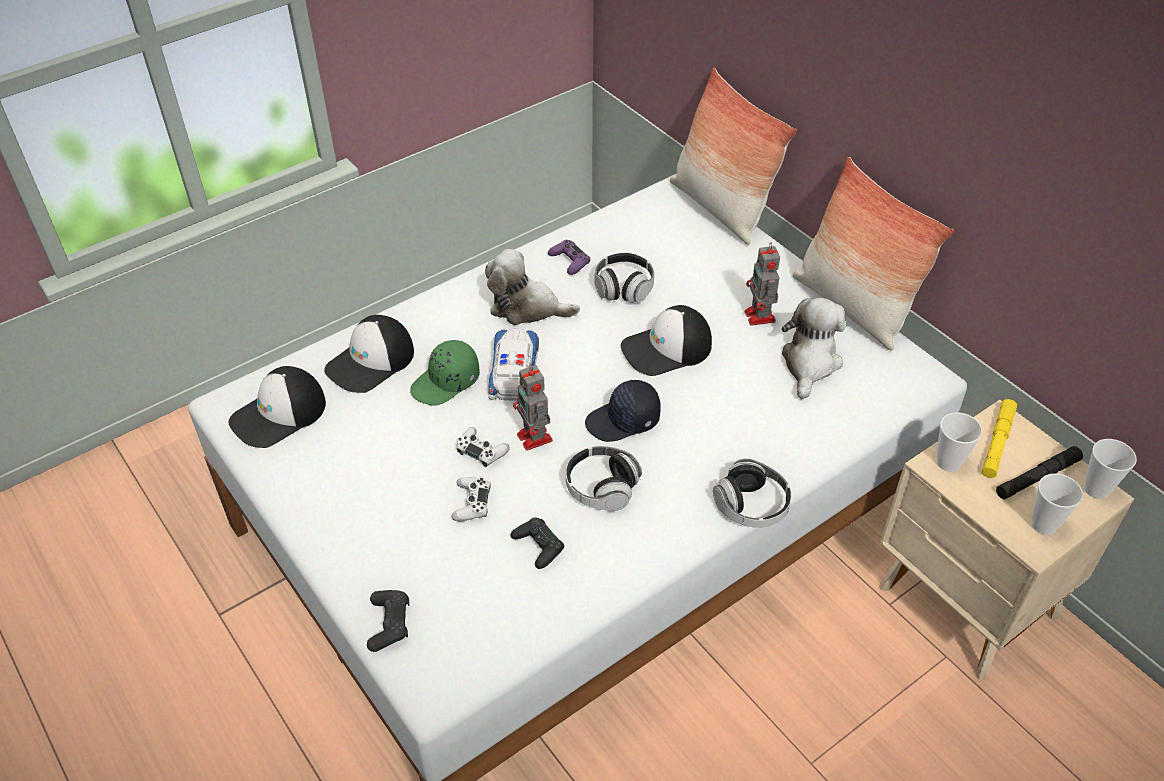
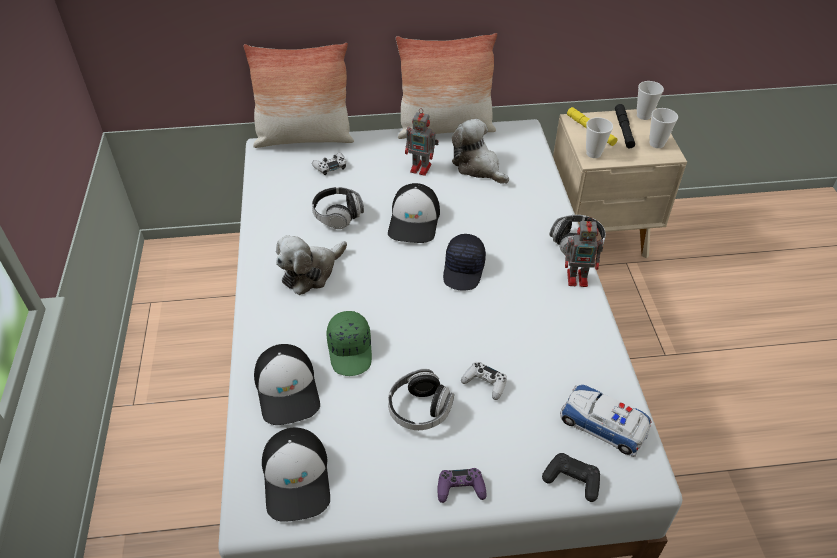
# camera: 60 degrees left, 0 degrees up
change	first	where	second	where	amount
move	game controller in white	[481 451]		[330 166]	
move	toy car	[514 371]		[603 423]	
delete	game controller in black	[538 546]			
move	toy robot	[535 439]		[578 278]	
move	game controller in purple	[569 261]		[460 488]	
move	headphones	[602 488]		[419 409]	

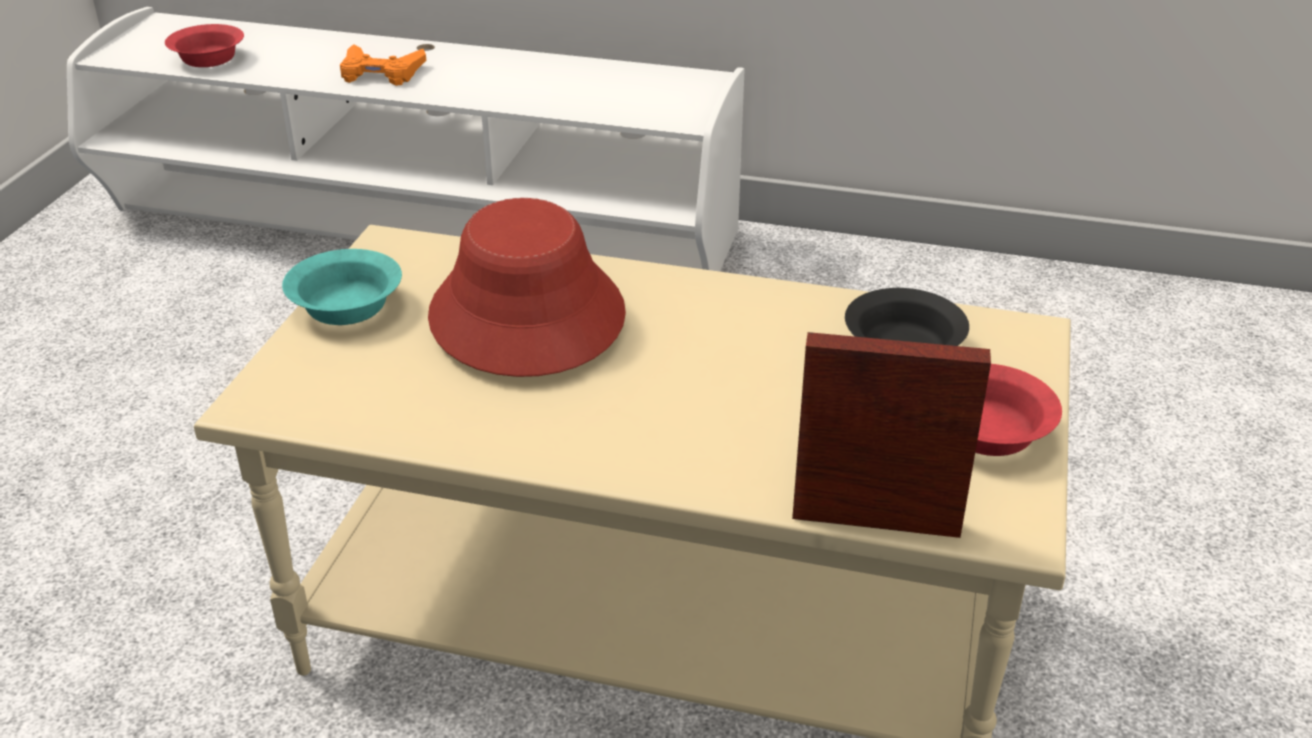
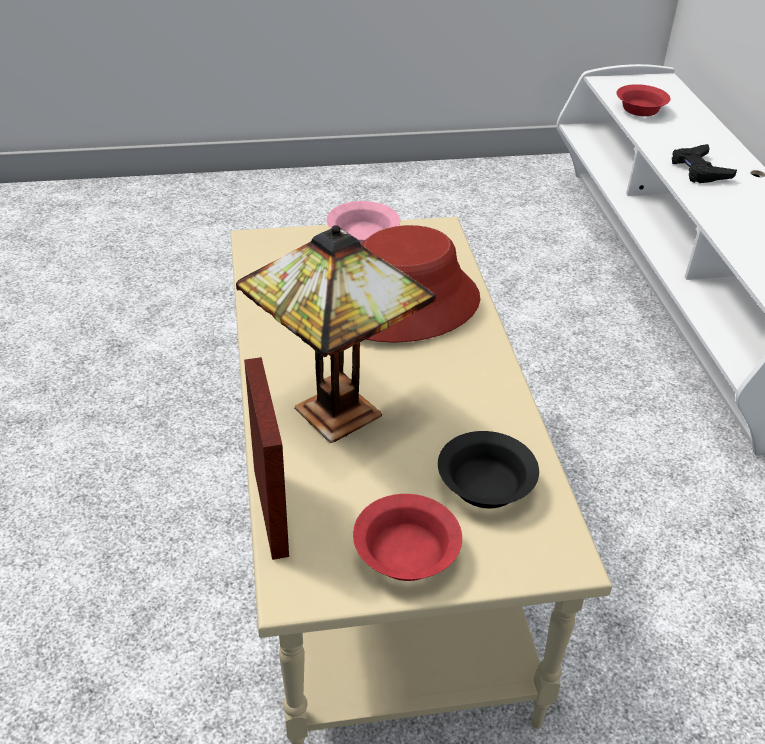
# camera: 65 degrees right, 5 degrees up
change	first	where	second	where	amount
recolor	bowl in turquoise	[346 308]	bowl in pink	[361 238]	
recolor	game controller in orange	[381 73]	game controller in black	[699 170]	
insert			table lamp	[331 411]	

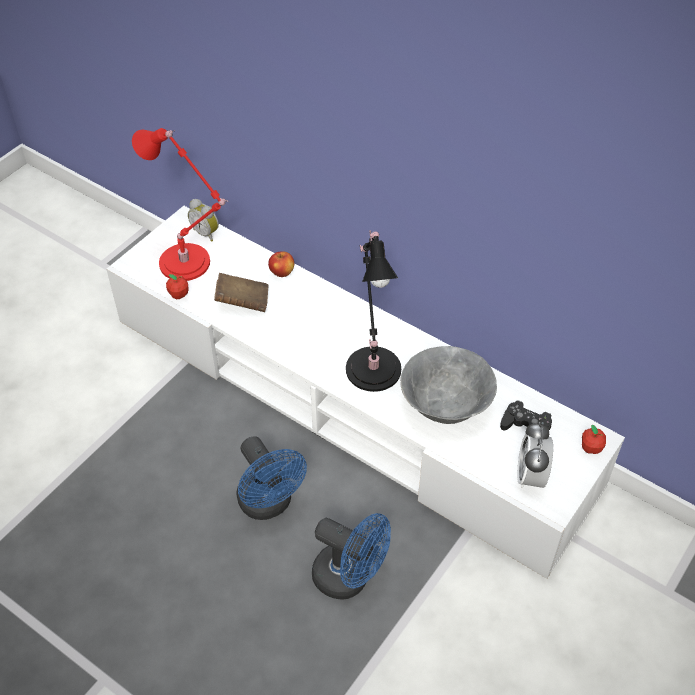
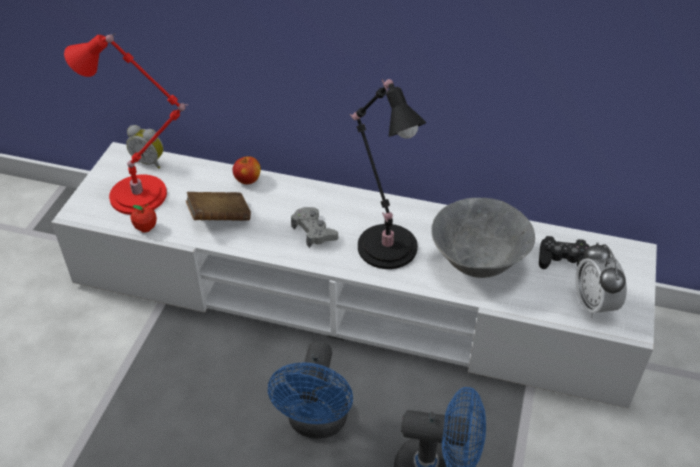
# camera: 20 degrees left, 5 degrees down
change	first	where	second	where	amount
rotate	fan in blue	[269 504]		[316 423]	60 degrees clockwise
delete	apple	[591 448]			
insert			game controller in grey	[314 231]	

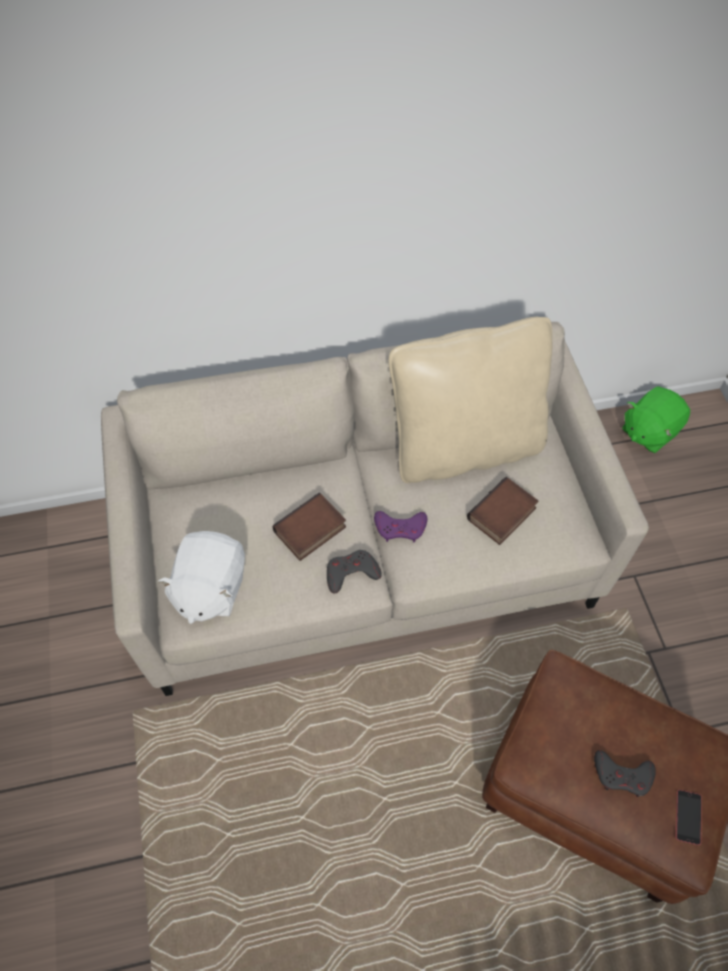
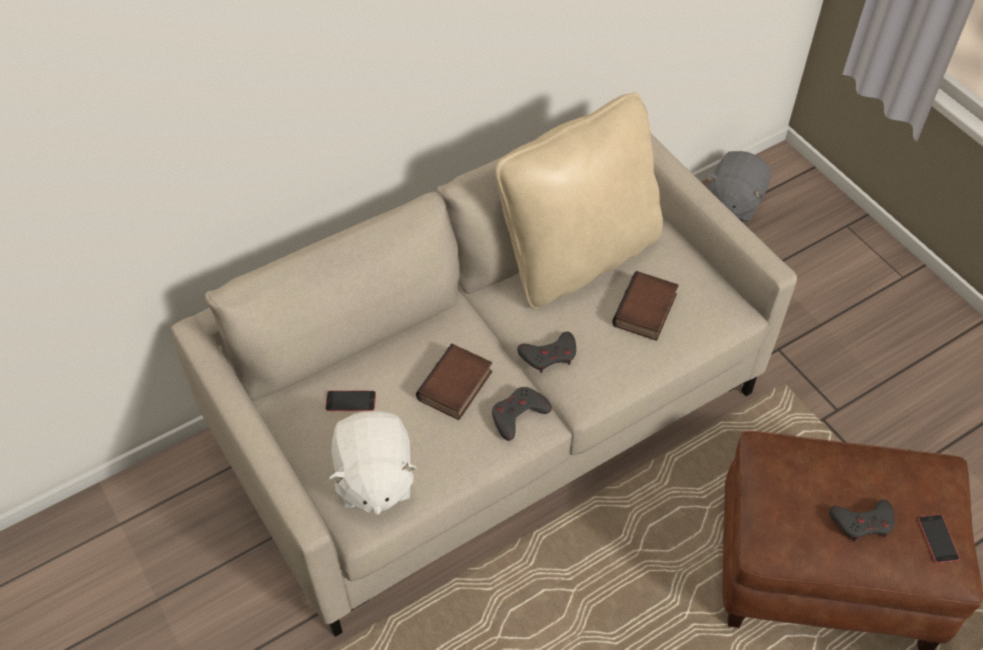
# camera: 20 degrees left, 5 degrees down
change	first	where	second	where	amount
recolor	game controller in purple	[400 528]	game controller in grey	[549 355]	
recolor	plush toy in green	[648 431]	plush toy in grey	[733 202]	
insert			phone	[350 401]	

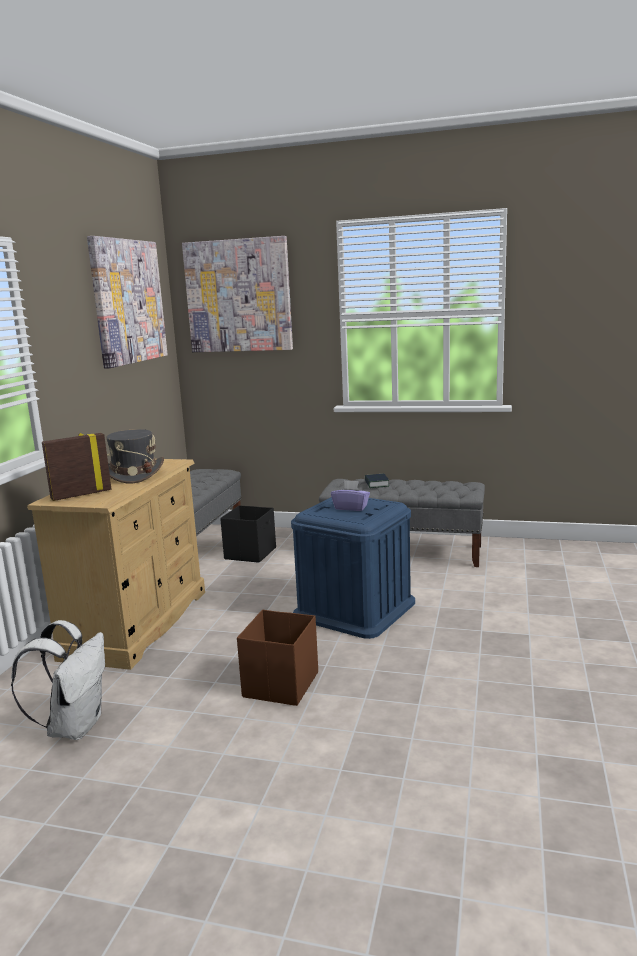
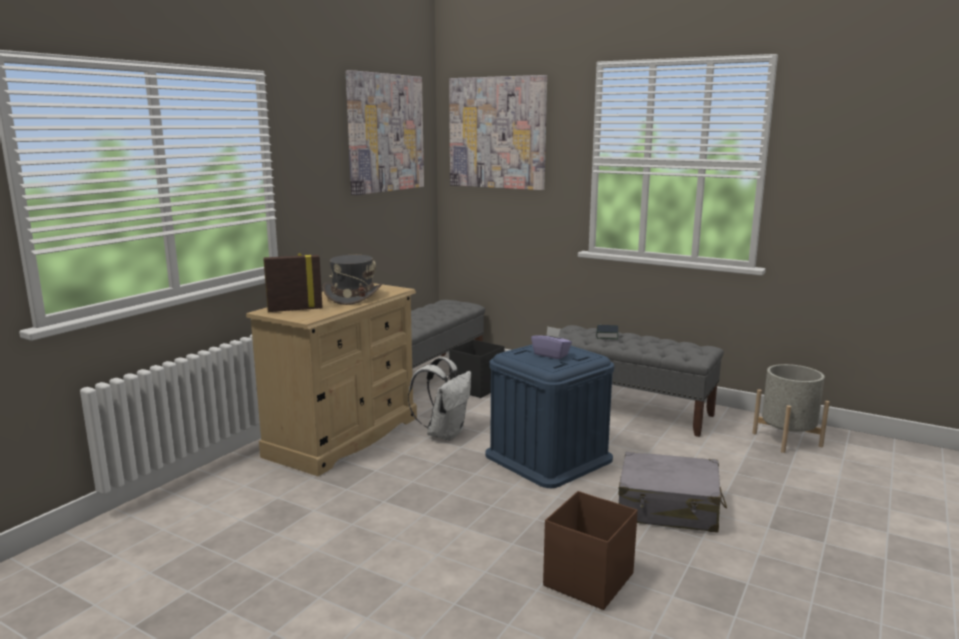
# camera: 15 degrees right, 0 degrees up
change	first	where	second	where	amount
move	backpack in white	[74 726]		[444 433]	
move	storage box in brown	[280 685]		[587 580]	
insert			suitcase in grey	[668 508]	
insert			planter in grey	[787 440]	

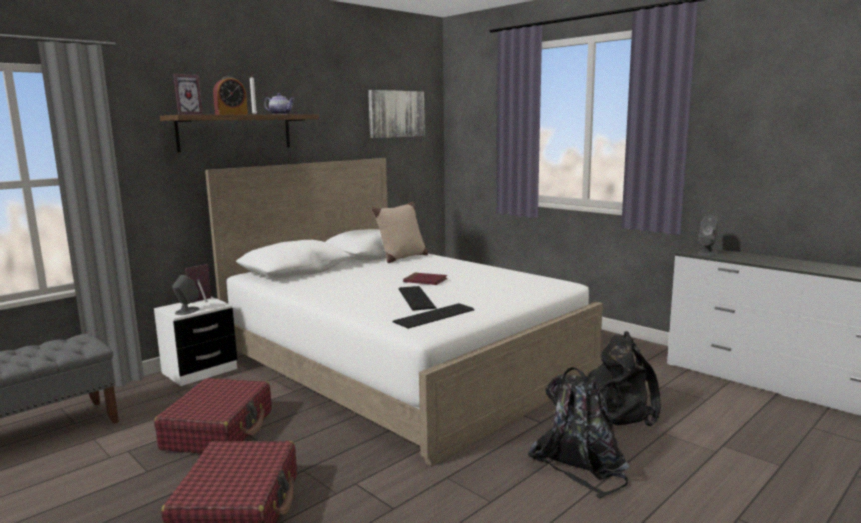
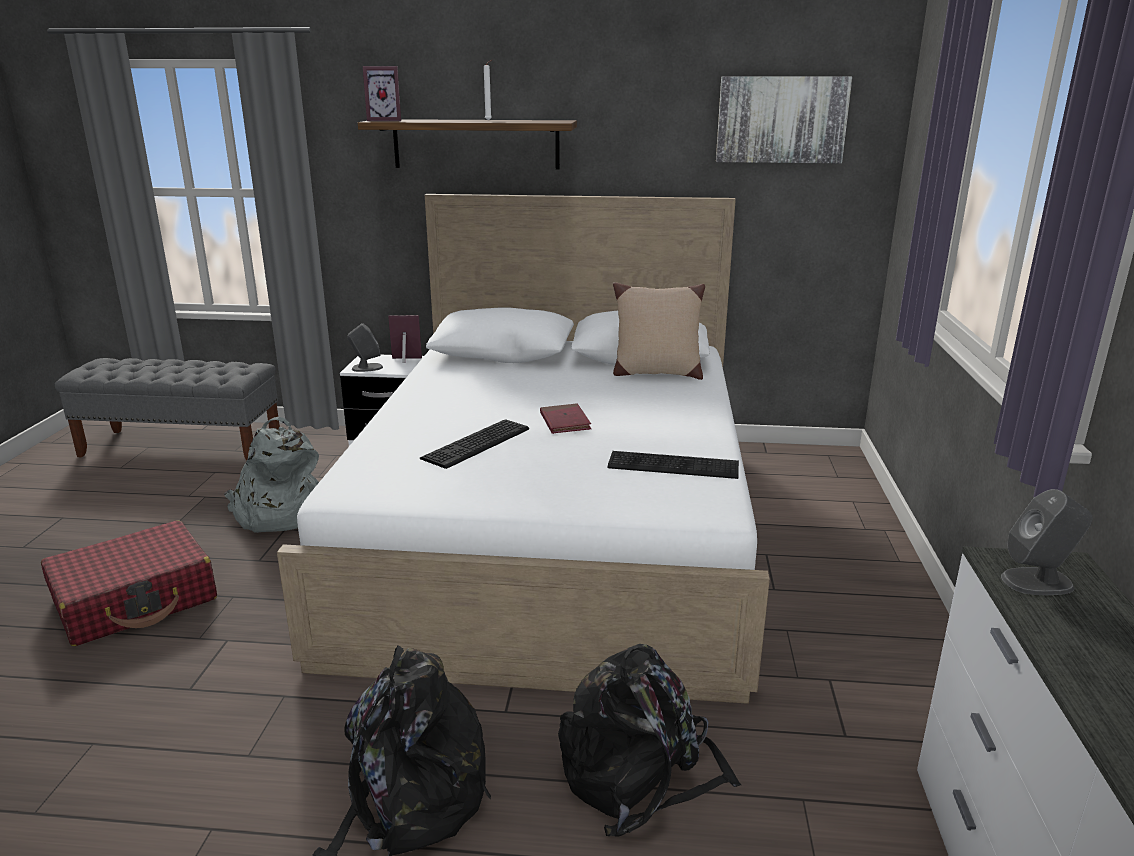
# camera: 50 degrees right, 10 degrees up
change	first	where	second	where	amount
replace	suitcase in red	[219 430]	backpack in grey	[278 513]	
delete	alarm clock	[231 114]			
delete	teapot	[280 114]			
move	keyboard	[432 316]		[671 464]	

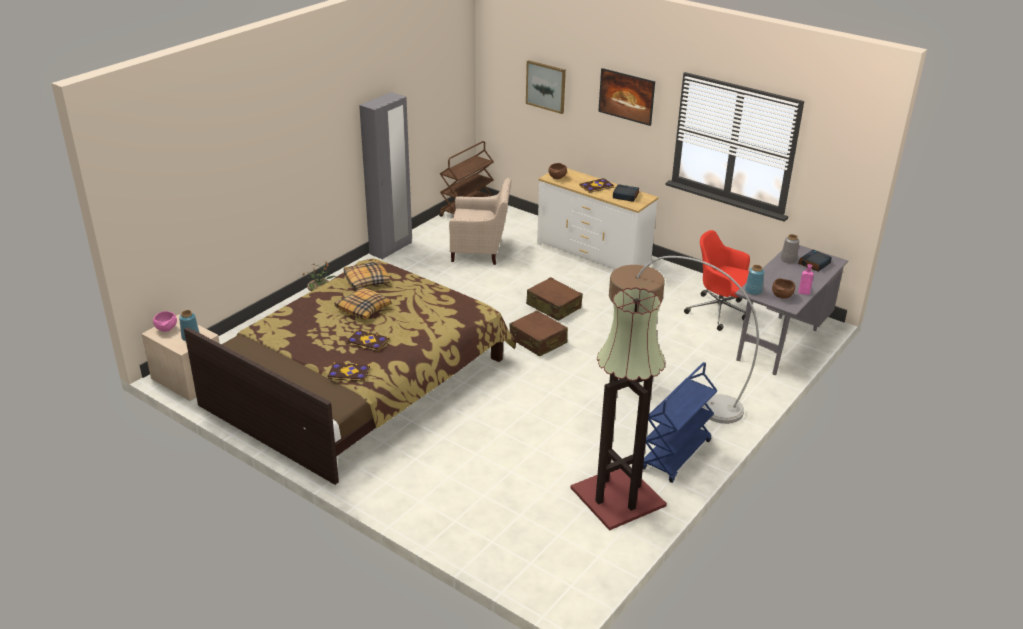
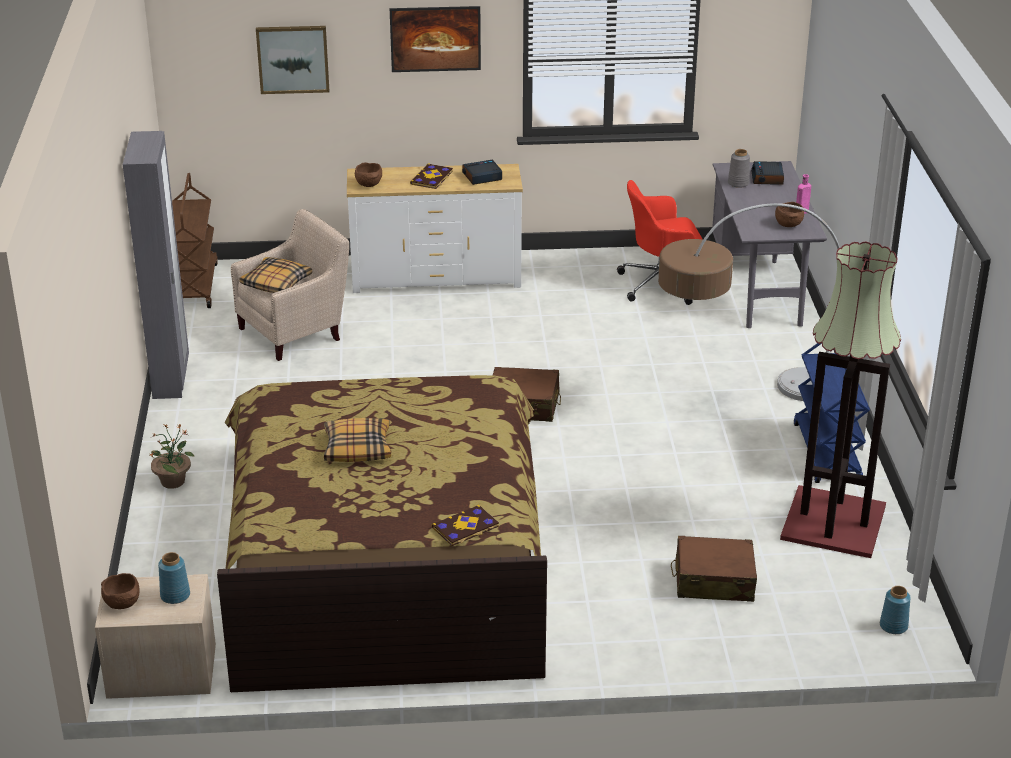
# camera: 40 degrees left, 0 degrees up
change	first	where	second	where	amount
recolor	bowl in pink	[166 329]	bowl in brown	[123 604]	
move	pillow	[366 280]		[276 283]	
delete	book	[367 342]			
move	suitcase in brown	[553 306]		[713 581]	
move	vase in blue	[753 291]		[893 626]	

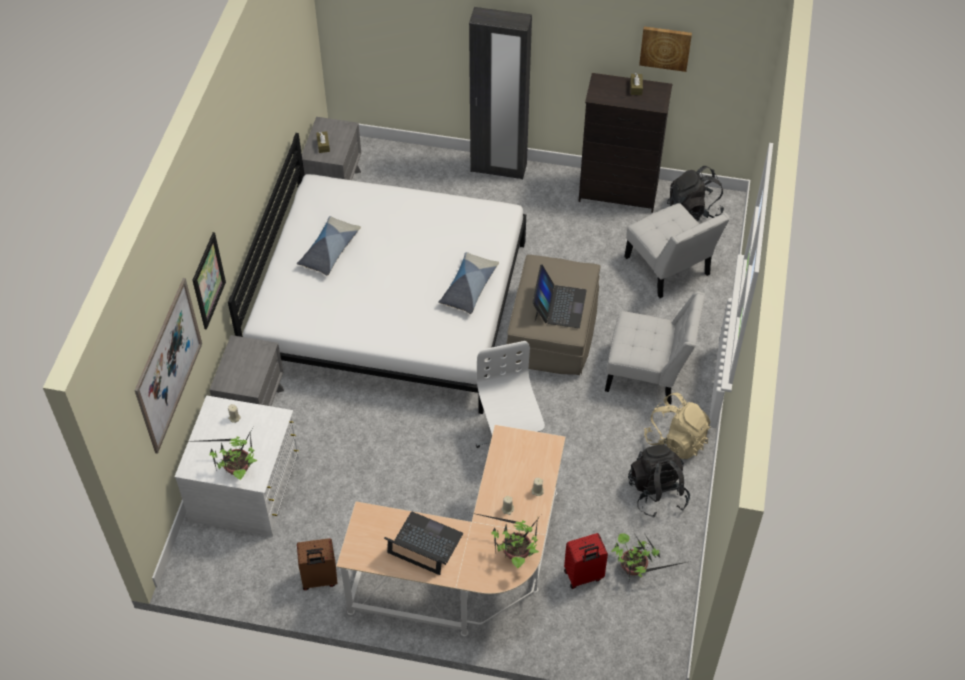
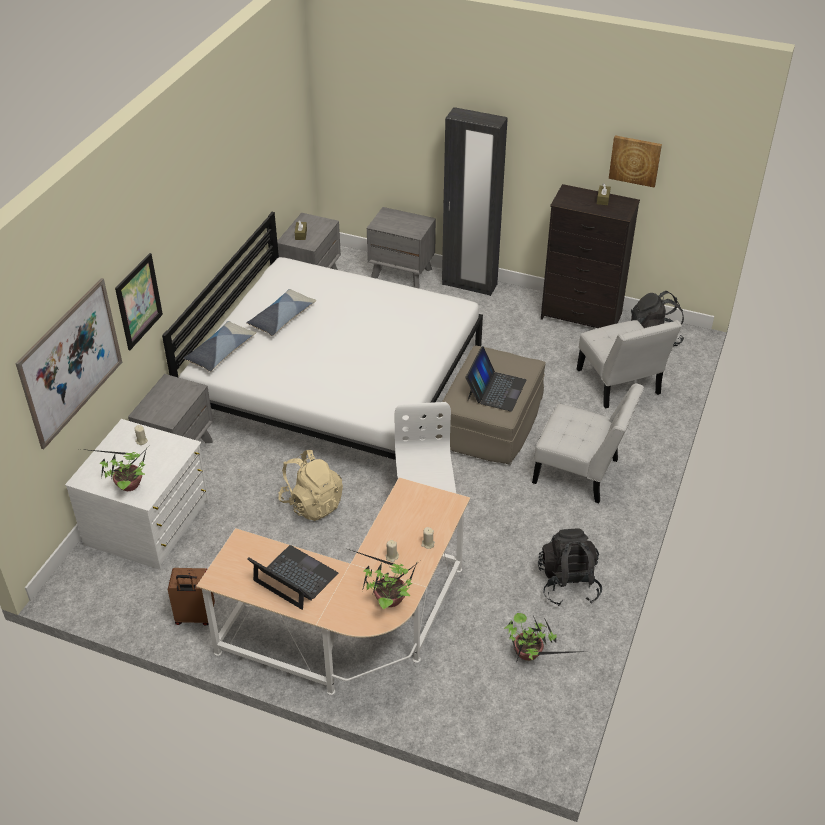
# camera: 10 degrees right, 10 degrees down
change	first	where	second	where	amount
move	pillow	[468 288]		[220 352]	
delete	suitcase in red	[583 576]			
move	backpack in beige	[676 440]		[312 503]	
insert			nightstand in grey	[402 273]	

